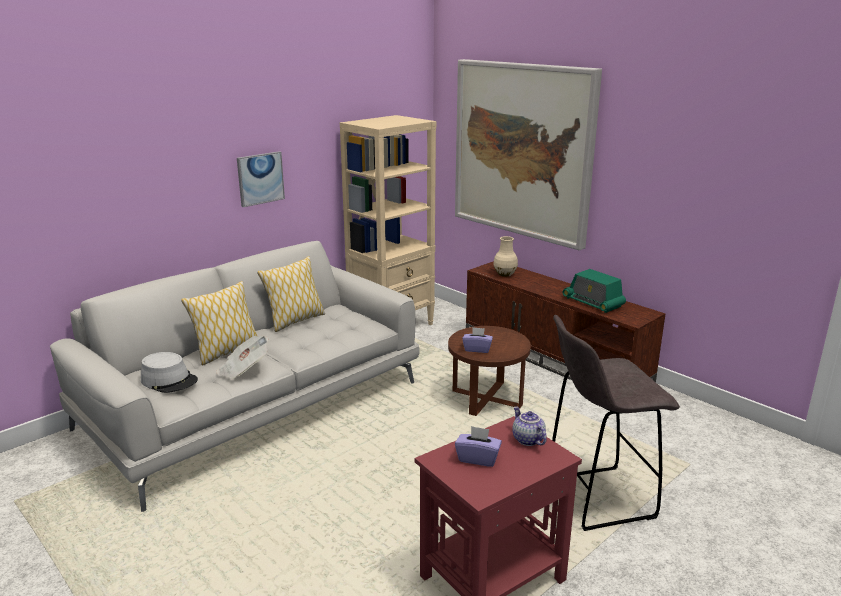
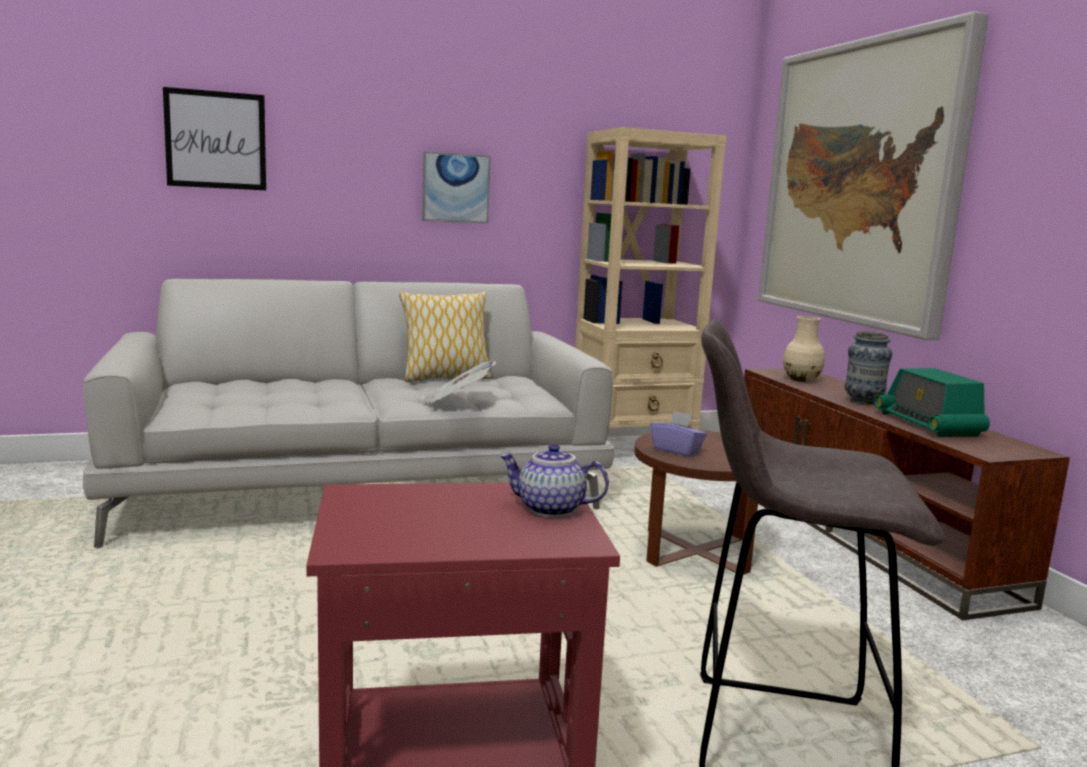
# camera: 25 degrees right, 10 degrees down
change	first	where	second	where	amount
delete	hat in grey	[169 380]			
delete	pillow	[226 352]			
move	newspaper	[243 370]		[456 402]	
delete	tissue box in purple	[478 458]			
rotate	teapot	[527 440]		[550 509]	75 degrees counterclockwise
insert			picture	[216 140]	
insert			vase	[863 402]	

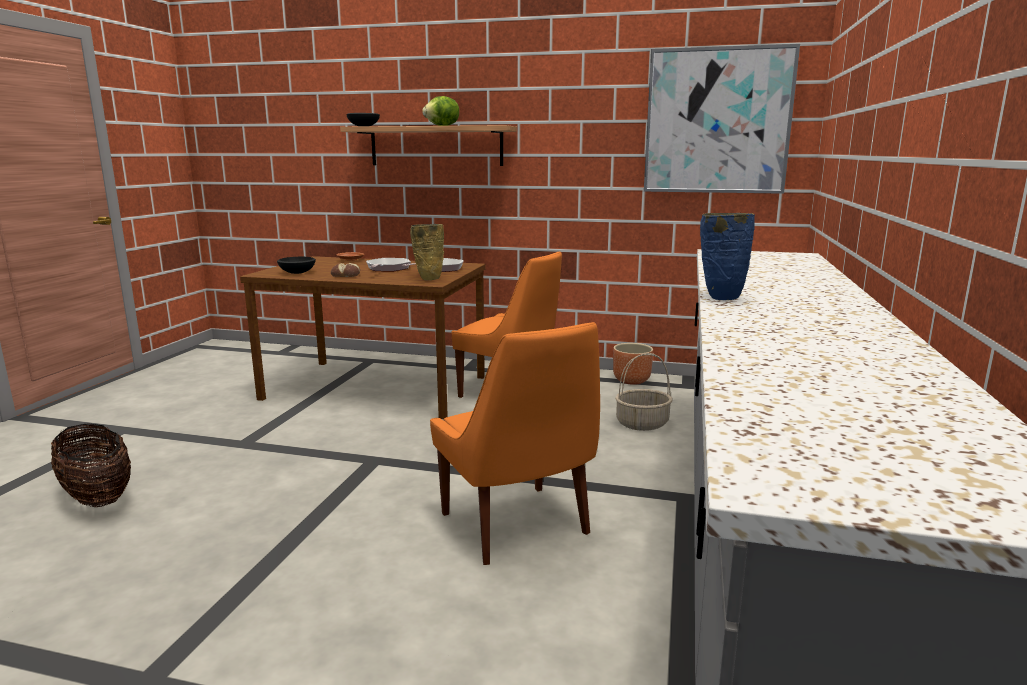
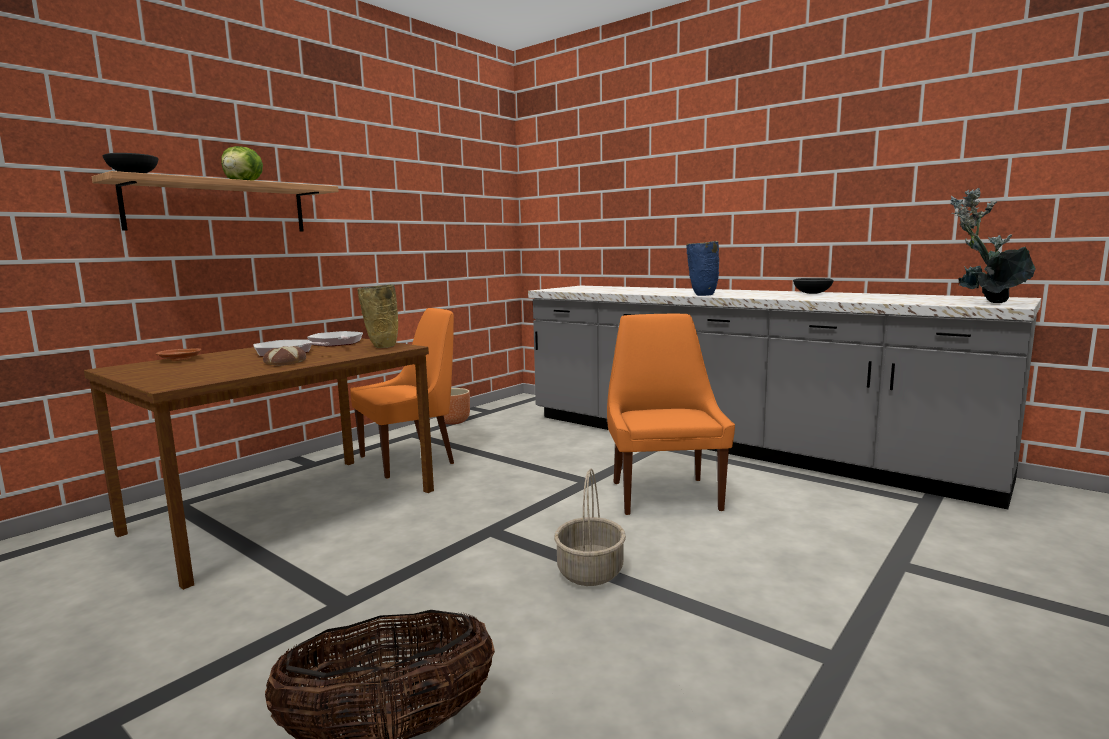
# camera: 65 degrees left, 5 degrees down
change	first	where	second	where	amount
move	bowl in black	[298 273]		[812 293]	
rotate	chair in orange	[517 526]		[664 494]	90 degrees counterclockwise
move	basket	[642 424]		[590 572]	
delete	picture	[717 121]			
insert			potted plant	[985 303]	

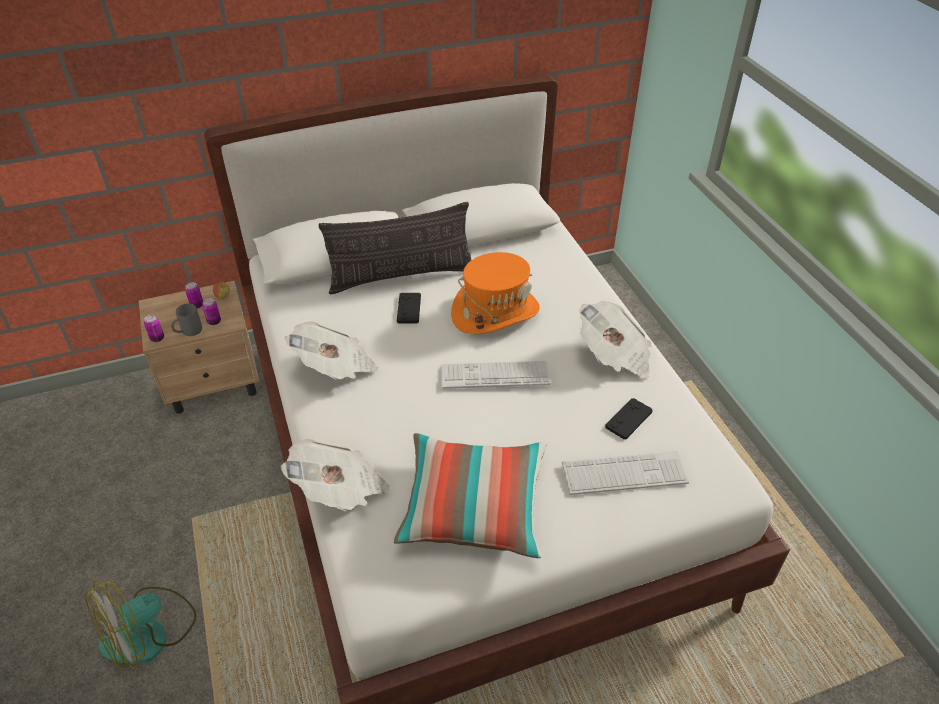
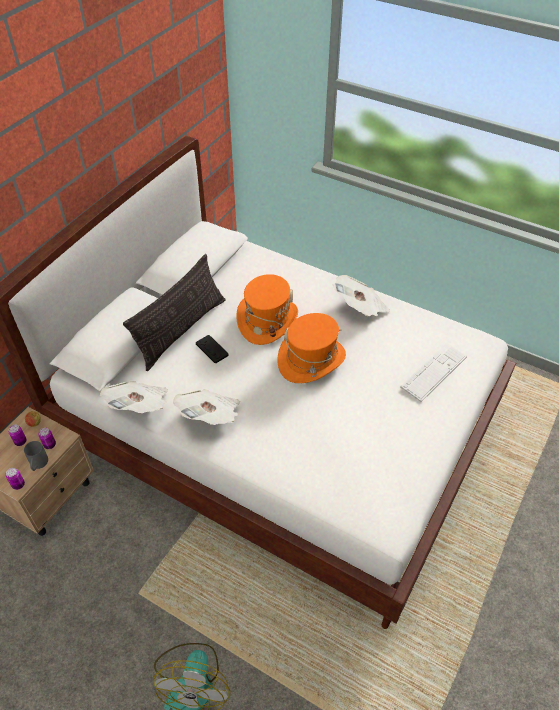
# camera: 40 degrees left, 5 degrees up
change	first	where	second	where	amount
move	newspaper	[340 490]		[139 406]	
delete	pillow	[473 506]			
replace	keyboard	[495 375]	hat in orange	[311 360]	
delete	game controller in black	[628 419]			

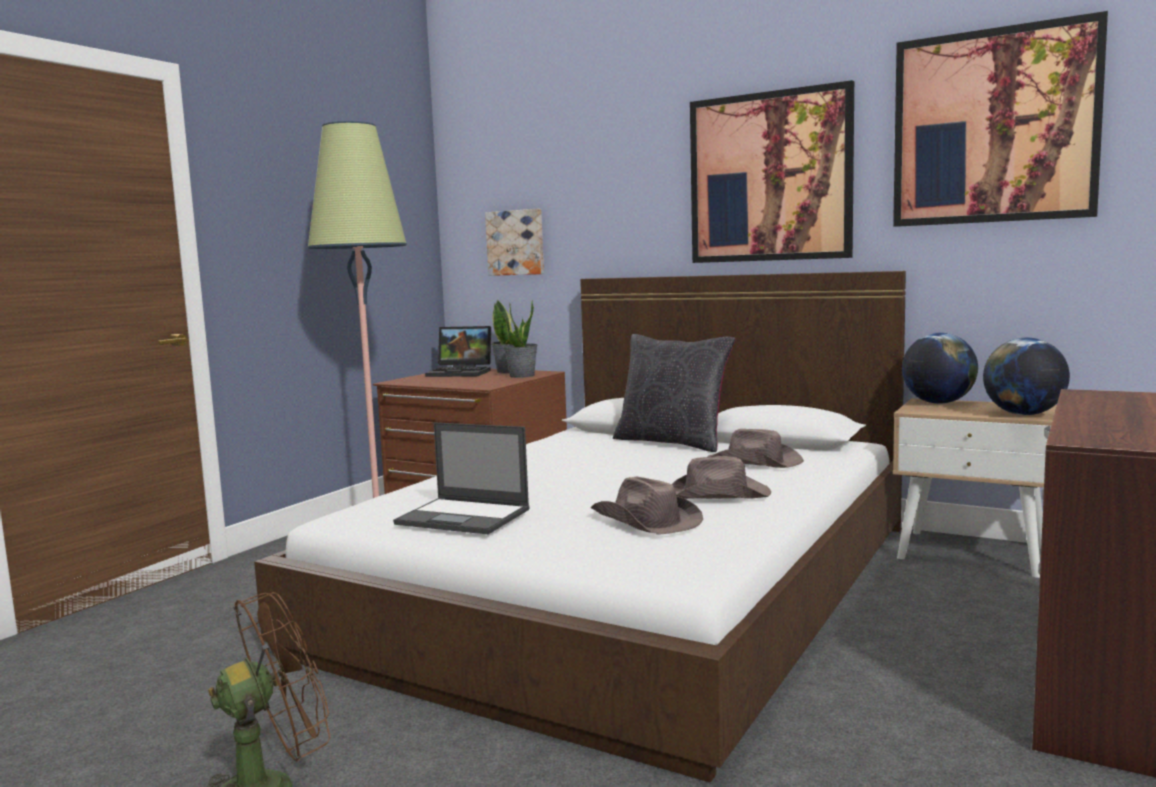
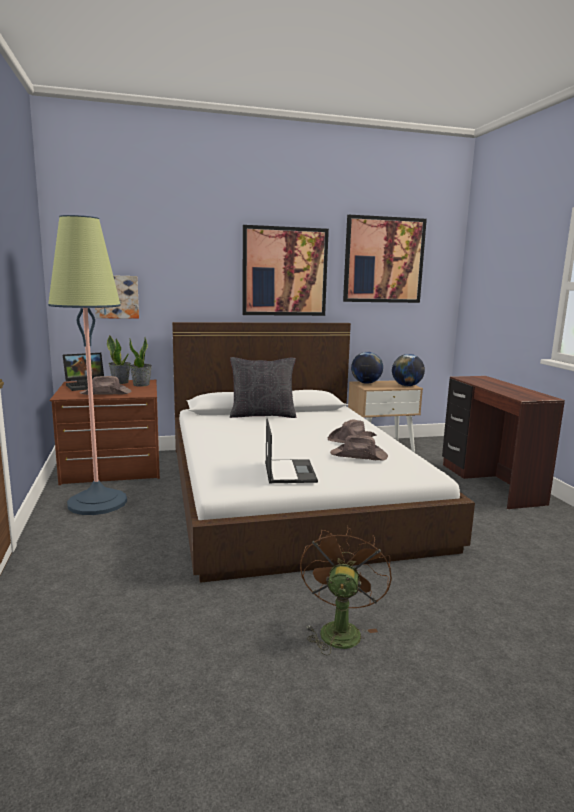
# camera: 45 degrees left, 5 degrees up
change	first	where	second	where	amount
rotate	laptop	[464 517]		[289 471]	75 degrees counterclockwise
move	hat in brown	[755 462]		[106 393]	

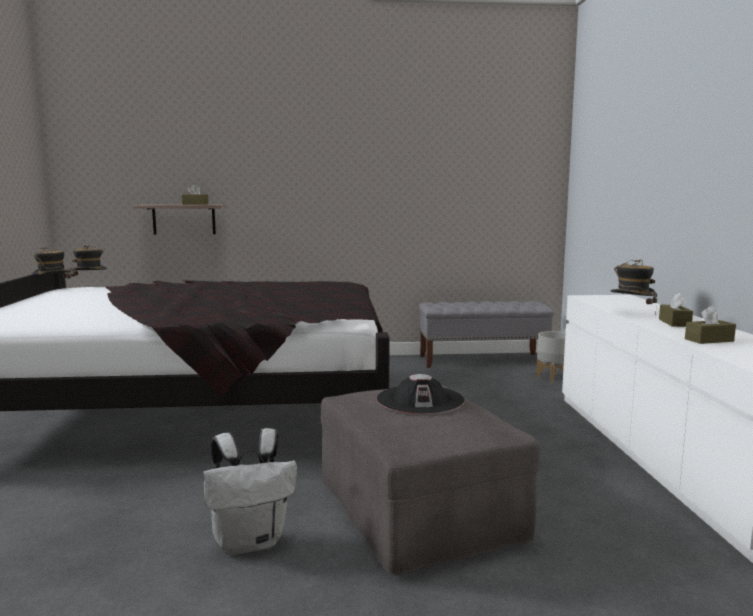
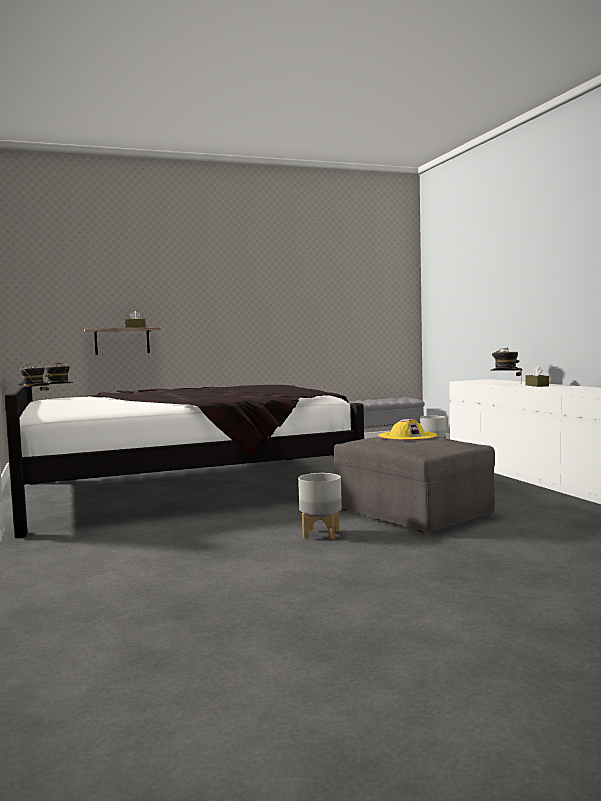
# camera: 15 degrees left, 5 degrees down
change	first	where	second	where	amount
replace	backpack in white	[251 541]	planter in grey	[321 534]	
recolor	hat in black	[420 400]	hat in yellow	[407 436]	
delete	tissue box in brown	[709 340]			

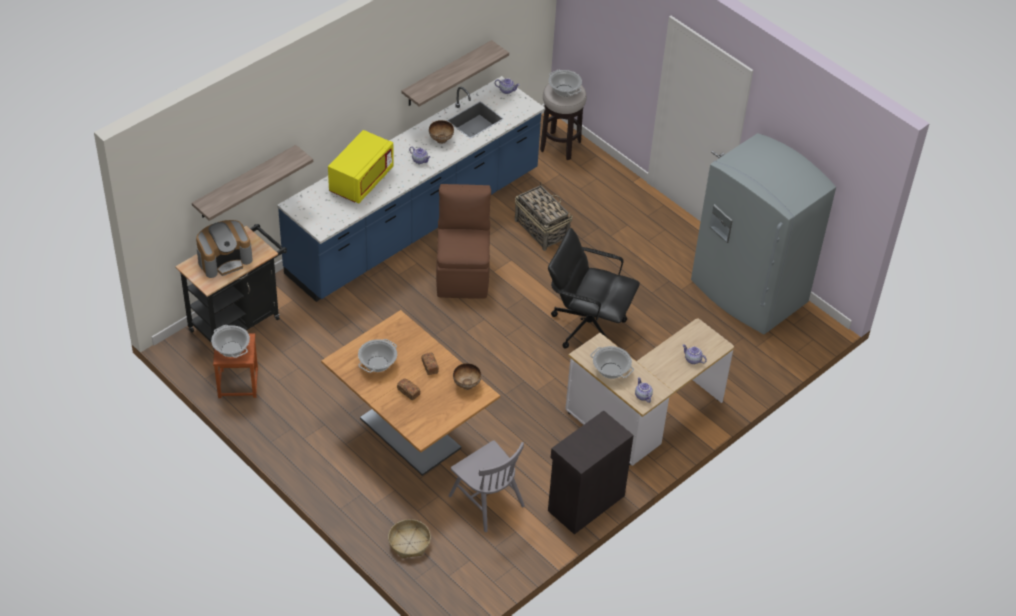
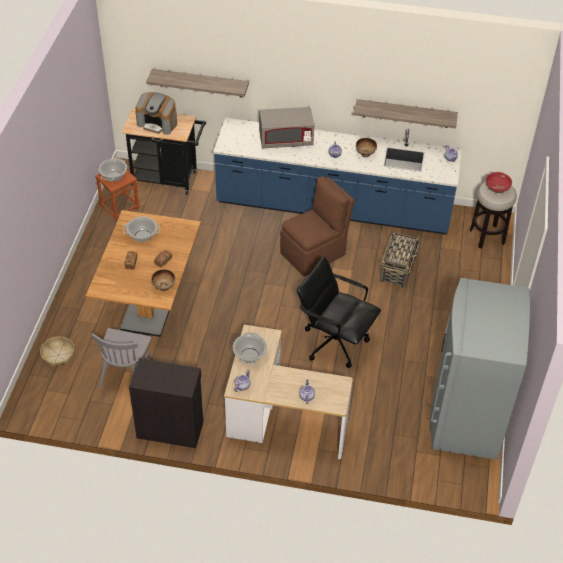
# camera: 55 degrees right, 0 degrees up
change	first	where	second	where	amount
recolor	microwave in yellow	[361 181]	microwave in grey	[286 140]	
replace	cooking pot	[564 90]	bowl in red	[496 189]	
rotate	office chair in black	[587 325]		[334 342]	45 degrees counterclockwise

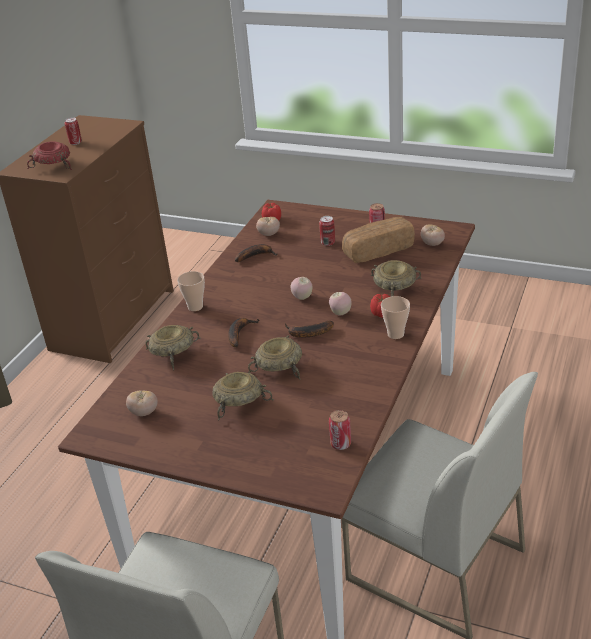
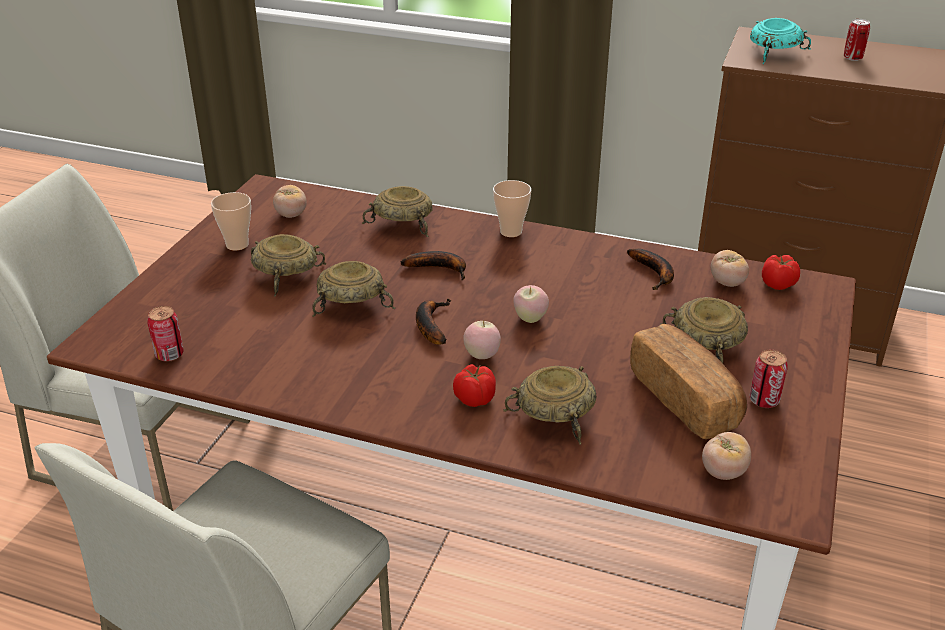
# camera: 85 degrees right, 0 degrees up
change	first	where	second	where	amount
recolor	bowl in red	[53 165]	bowl in turquoise	[773 52]	
replace	can	[328 243]	bowl in beige	[706 342]	
move	cup	[395 334]		[237 245]	

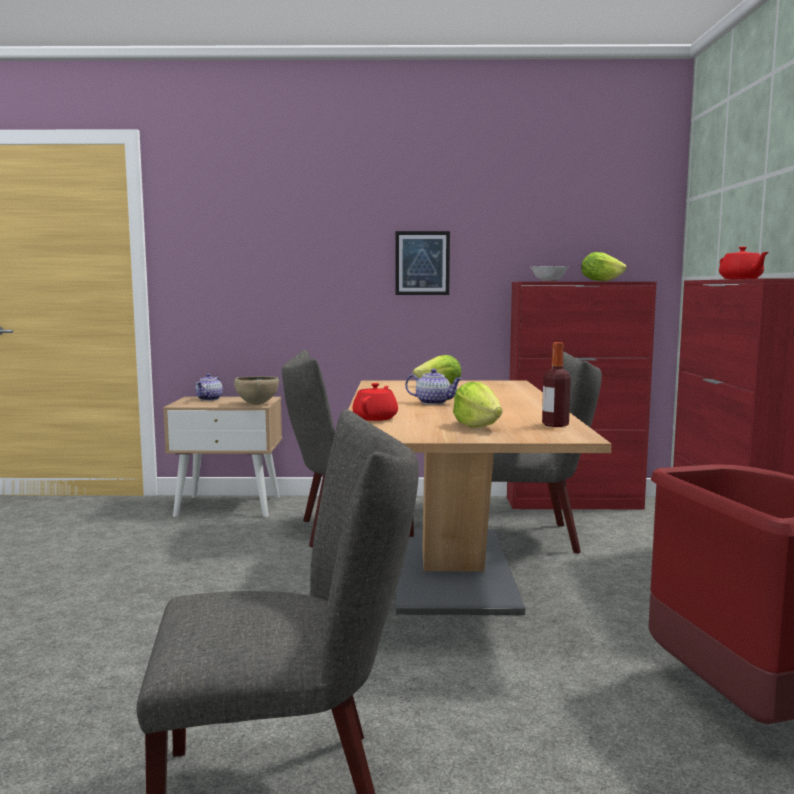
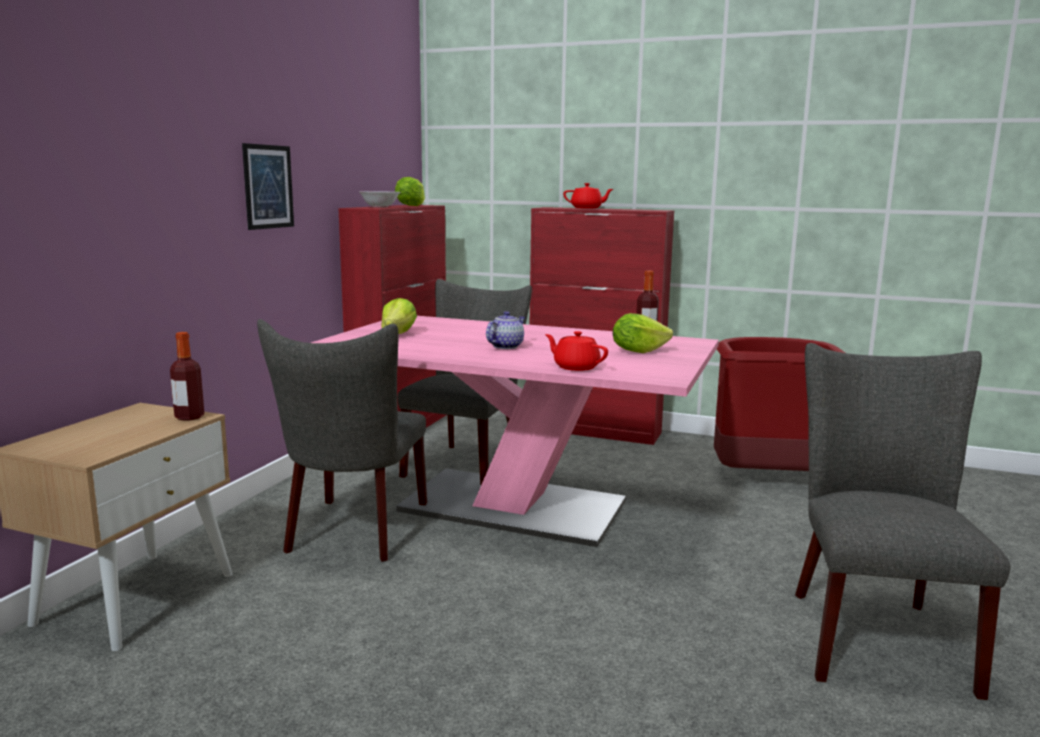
# camera: 70 degrees left, 5 degrees up
change	first	where	second	where	amount
delete	teapot	[210 399]			
replace	bowl in brown	[257 404]	bottle	[189 417]	
recolor	dining table in brown	[452 569]	dining table in pink	[513 506]	

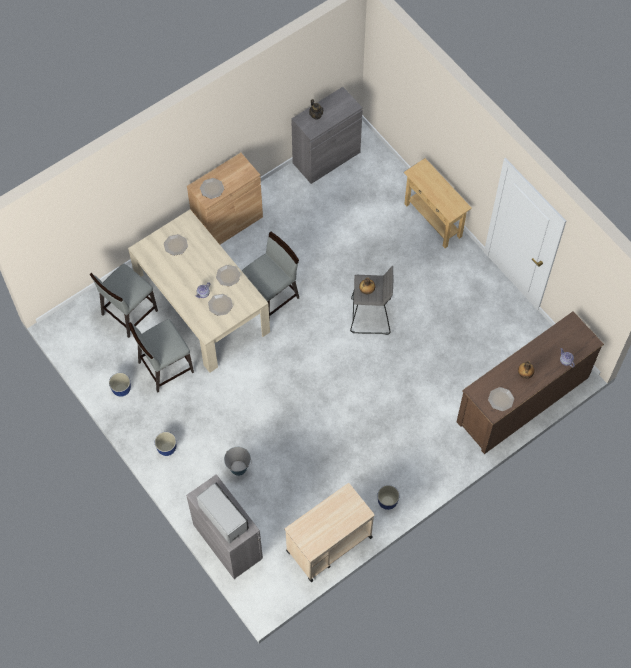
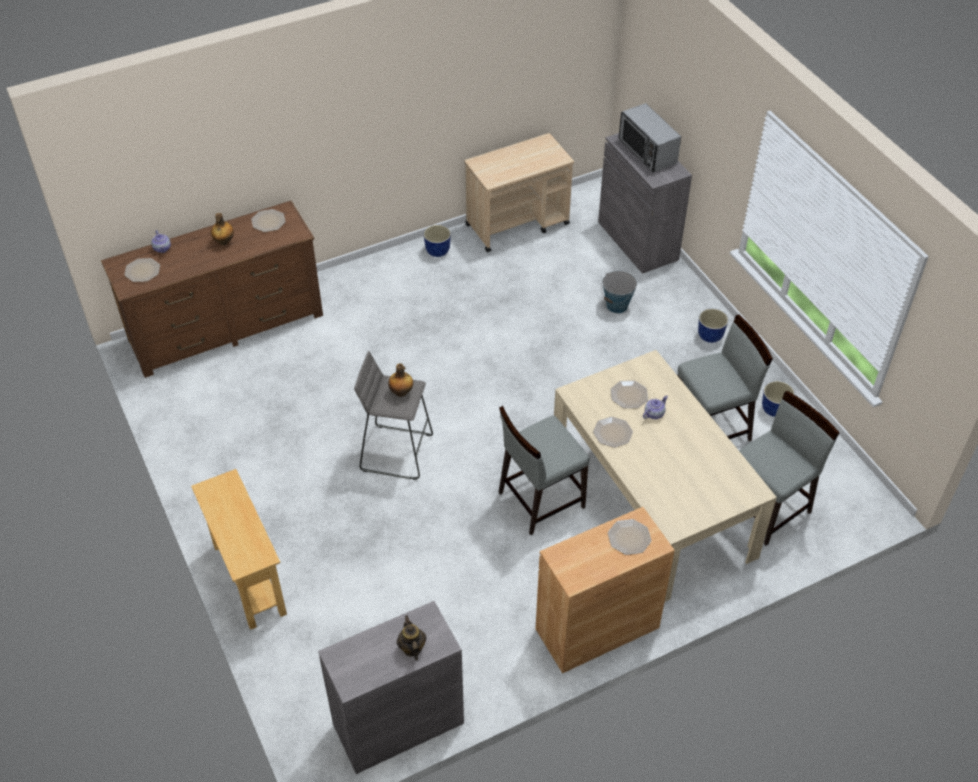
# camera: 170 degrees left, 15 degrees down
change	first	where	second	where	amount
move	plate	[175 245]		[142 271]	

